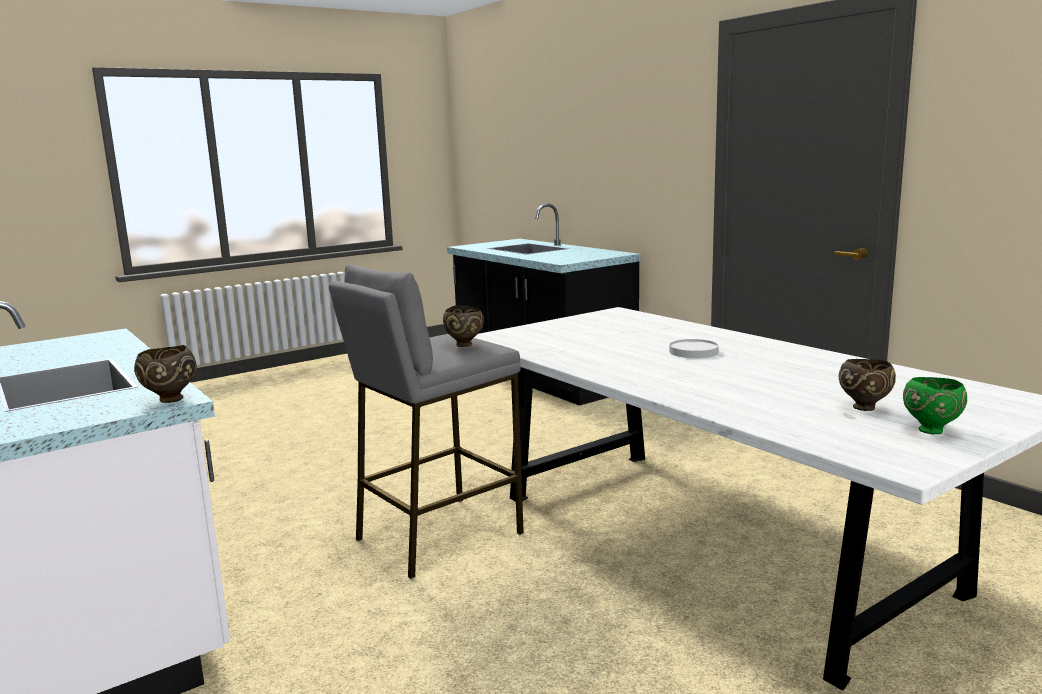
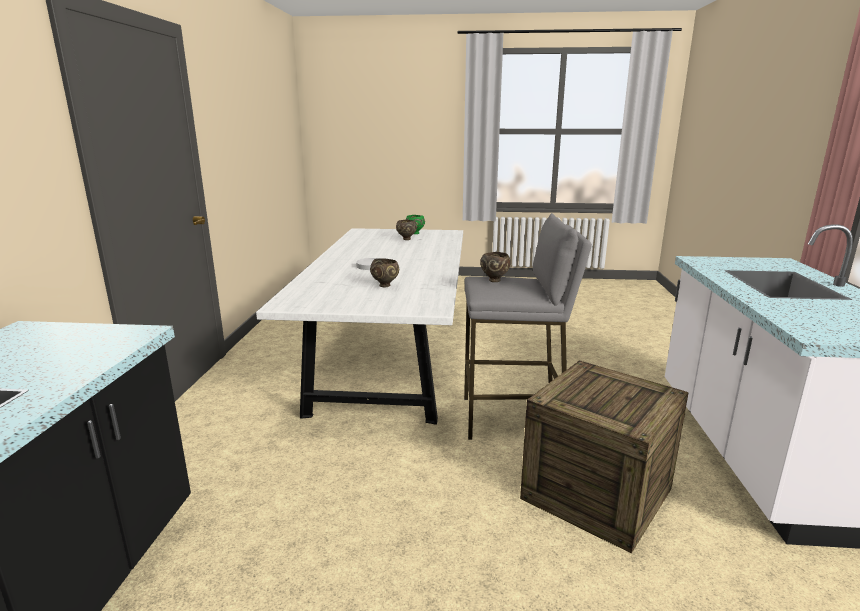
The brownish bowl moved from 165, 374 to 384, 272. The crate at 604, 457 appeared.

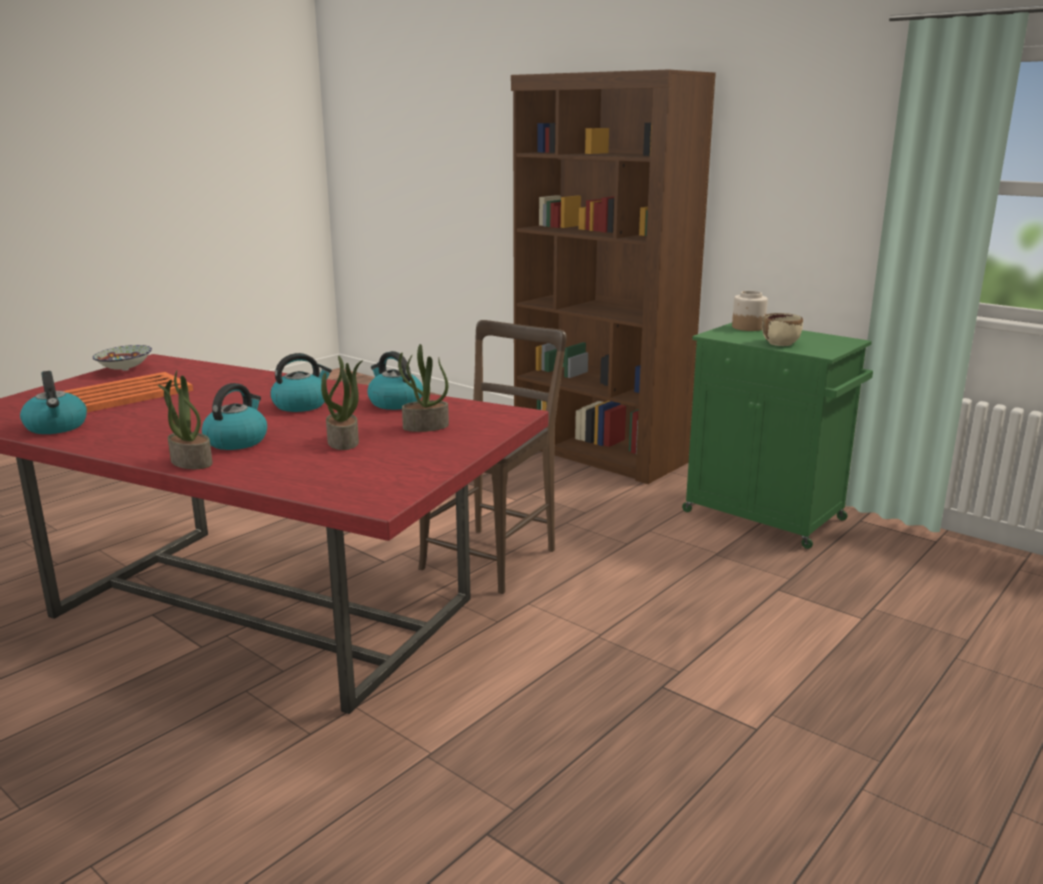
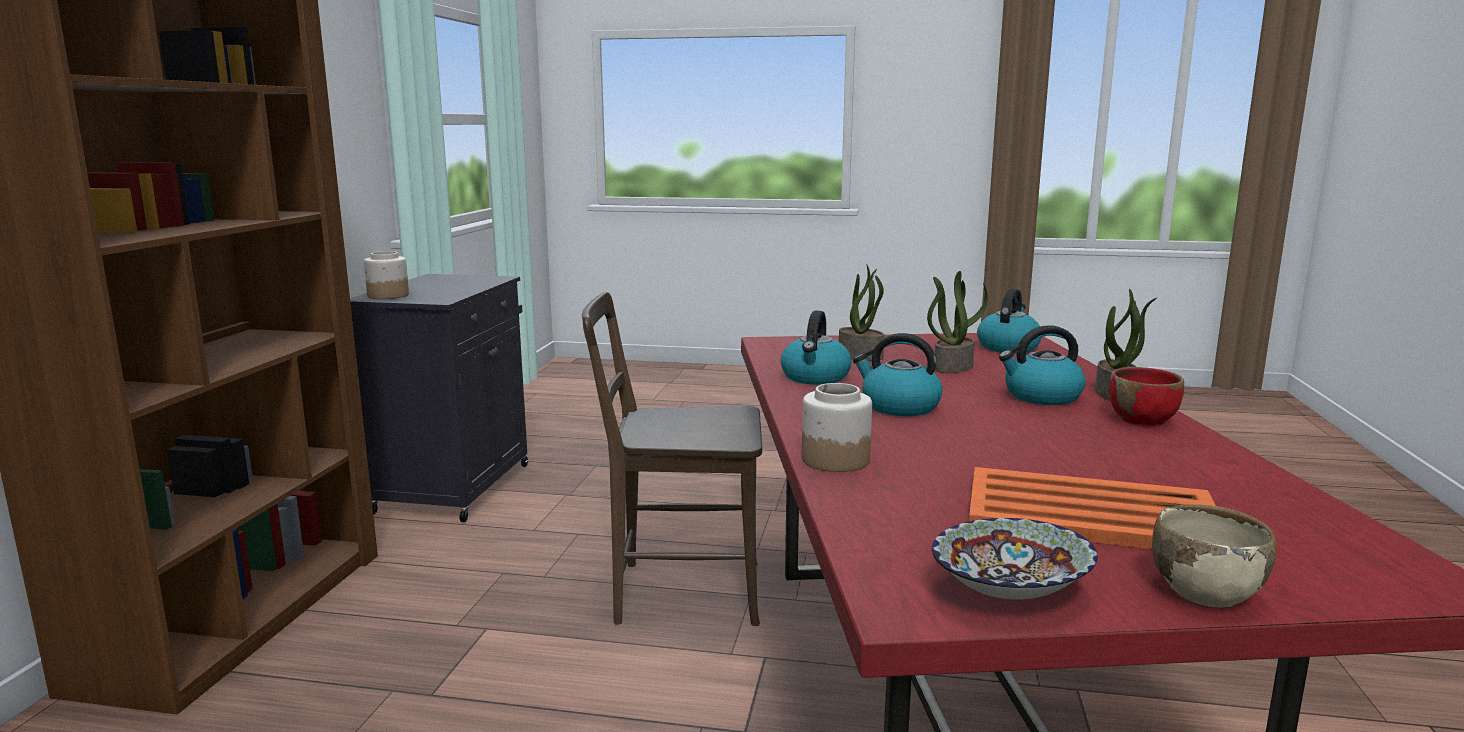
The beige-coloured bowl moved from 782, 329 to 1214, 555. The green cabinet at 777, 436 became the black-coloured cabinet at 439, 398. The tea kettle moved from 53, 402 to 1009, 320. The red-coloured bowl at 1146, 396 appeared. The preserve jar at 837, 427 appeared.

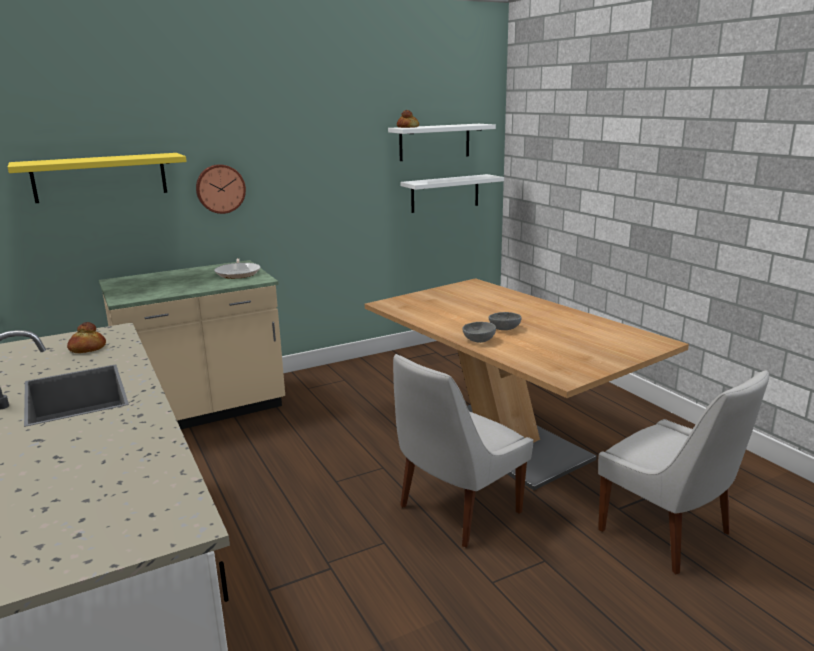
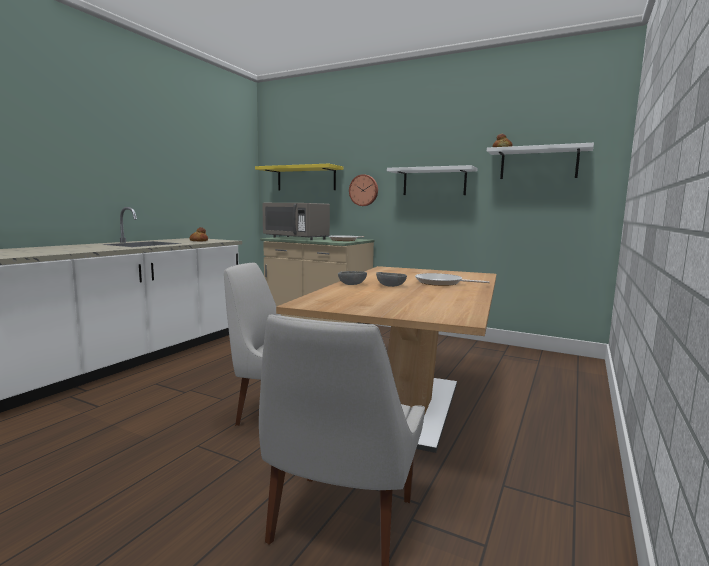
The white shelf moved from 452, 193 to 432, 180. The gray microwave at 296, 221 appeared. The pan at 452, 279 appeared.

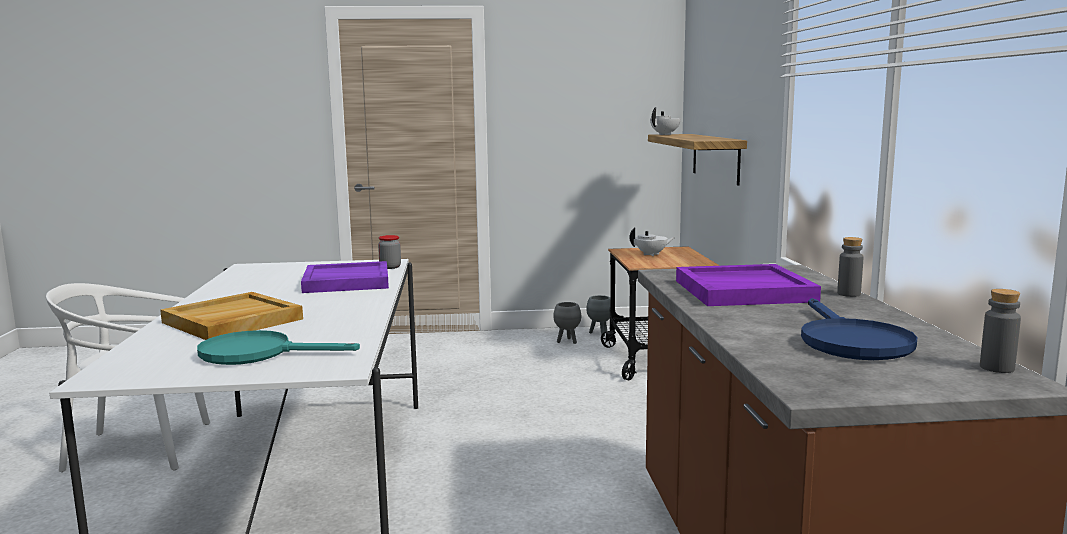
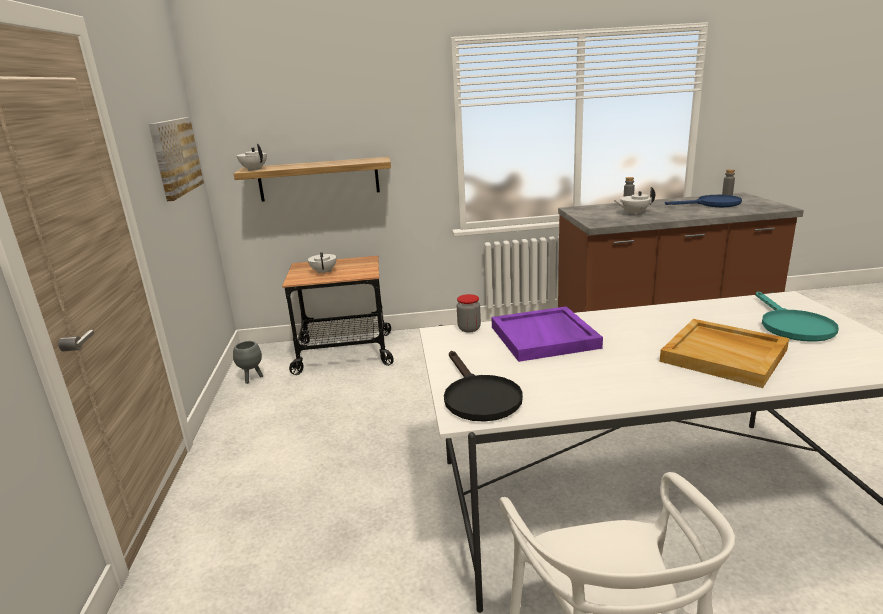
The purple carrying tray at 748, 285 was replaced by the white tea pot at 634, 201. The gray flower pot at 567, 323 disappeared. The wall art at 176, 159 appeared. The black-coloured pan at 483, 386 appeared.

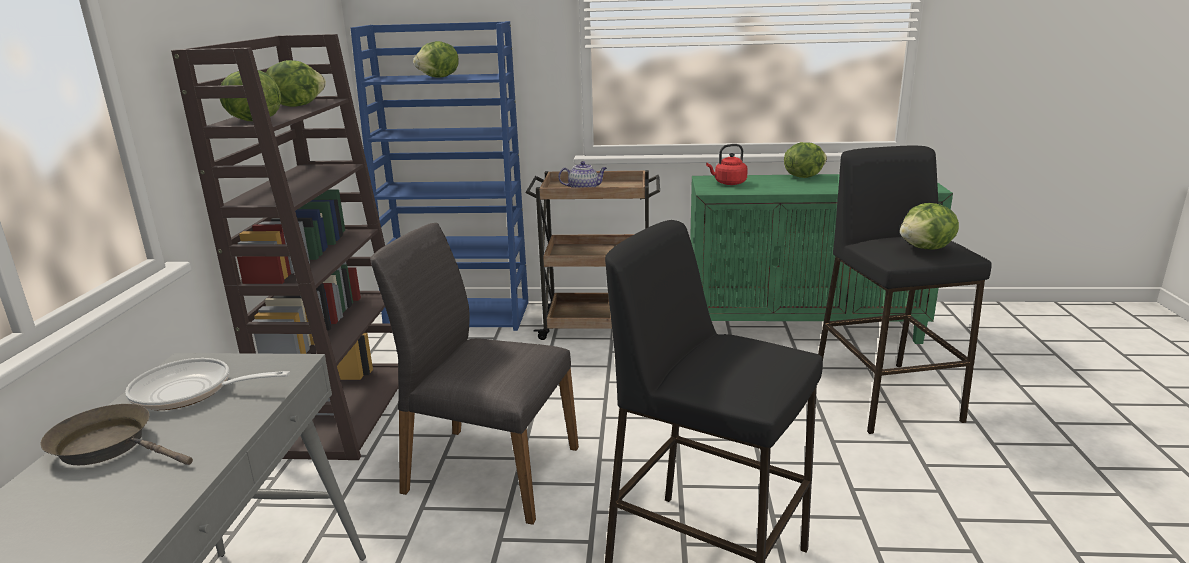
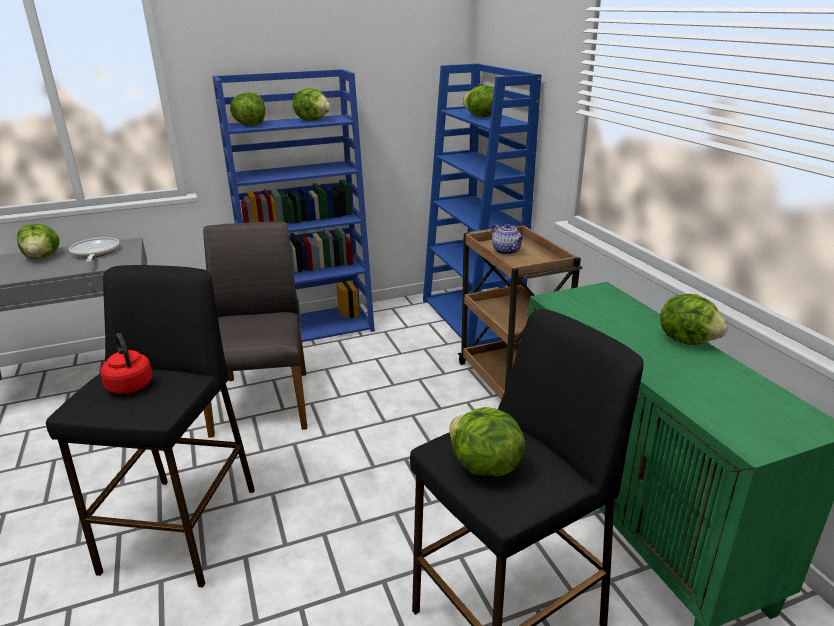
The brownish bookcase at 284, 247 became the blue-coloured bookcase at 293, 205. The red-coloured tea kettle moved from 727, 164 to 127, 363. The brownish pan at 117, 434 was replaced by the head of lettuce at 38, 241.

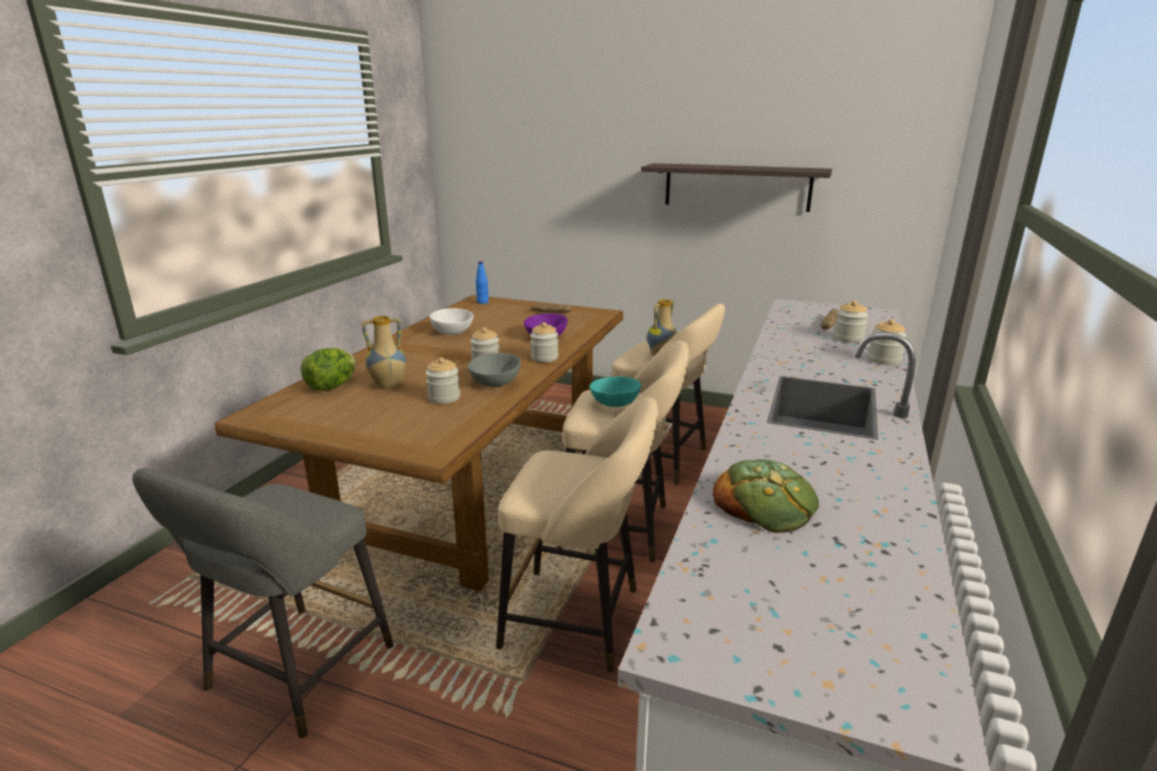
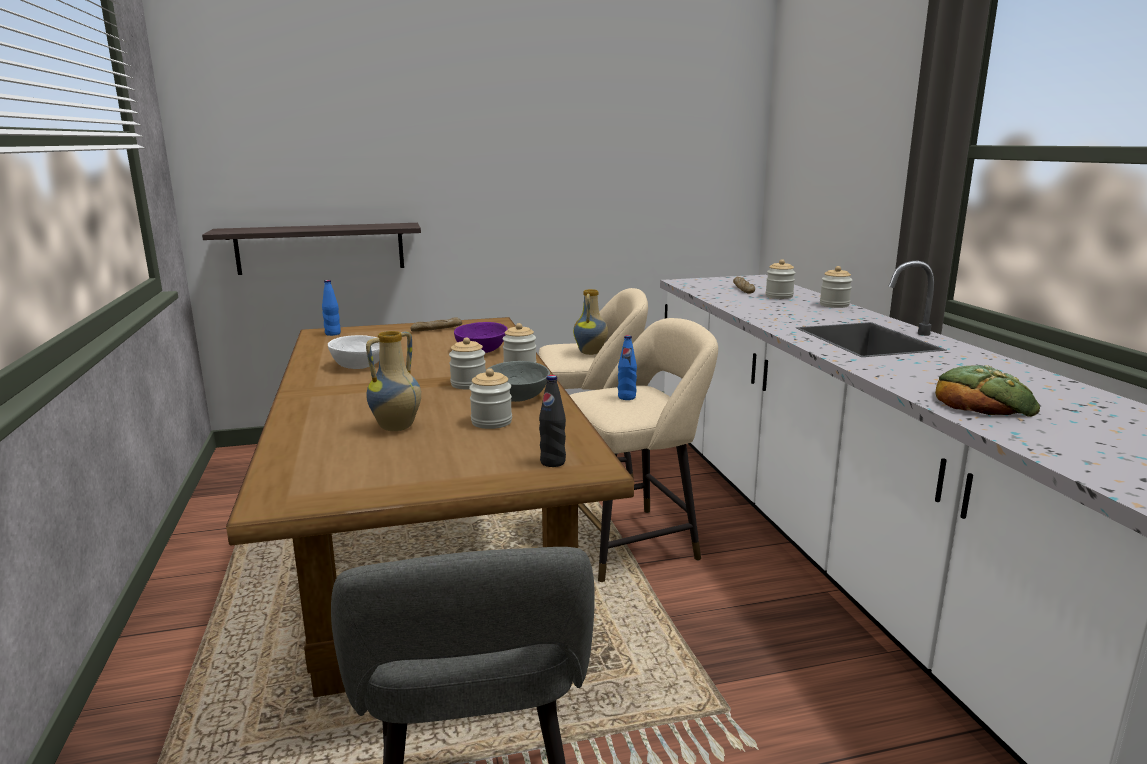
The shelf moved from 736, 187 to 311, 249. The head of lettuce at 329, 369 disappeared. The blue-green bowl at 615, 391 was replaced by the blue-coloured drink bottle at 627, 367. The beige-coloured stool seat at 577, 535 disappeared. The black-coloured drink bottle at 552, 421 appeared.

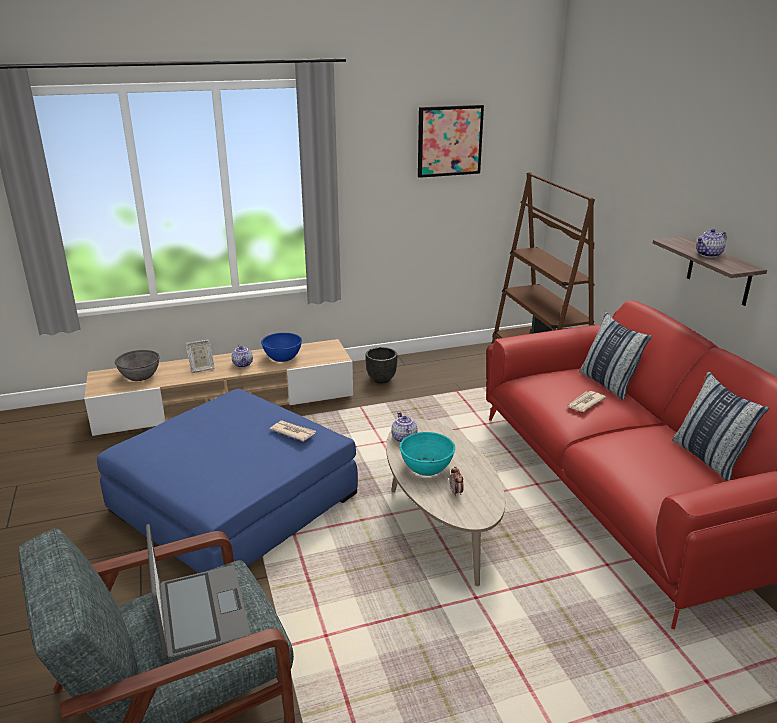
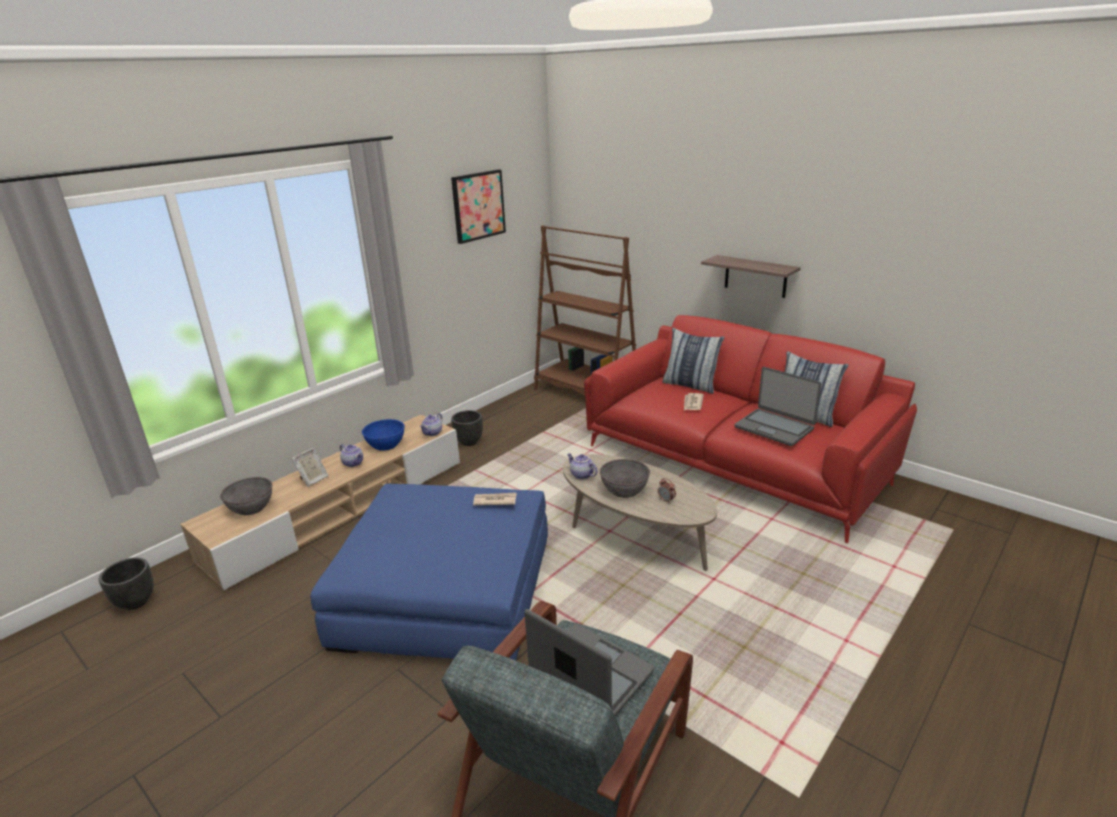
The tea pot moved from 711, 243 to 431, 424. The blue-green bowl at 427, 454 became the gray bowl at 625, 478. The notebook computer at 777, 406 appeared. The black-coloured flower pot at 126, 583 appeared.

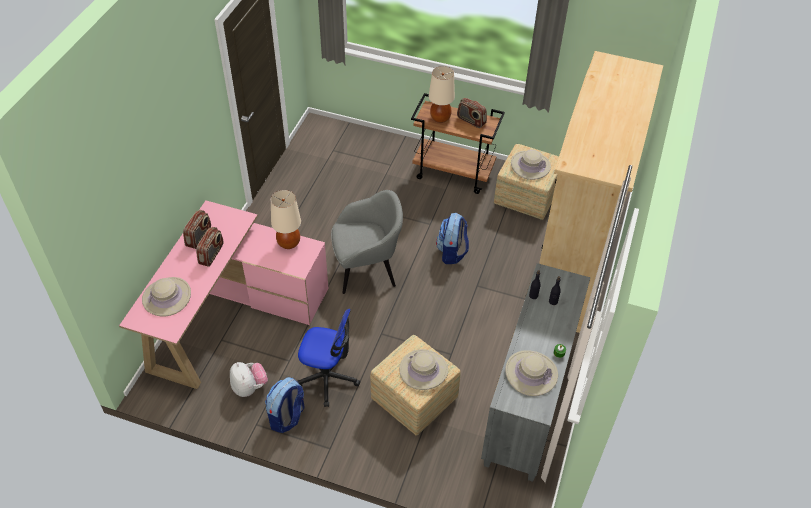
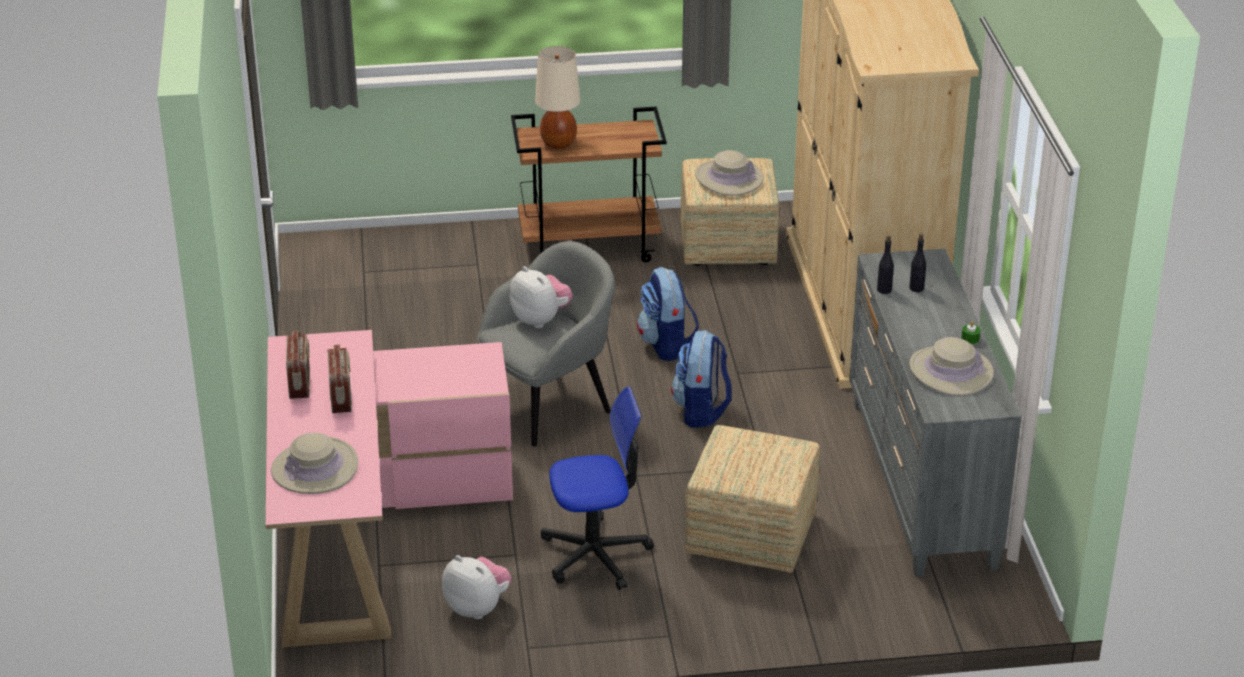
The radio receiver at 472, 113 disappeared. The beige-coloured lamp for a table at 286, 219 disappeared. The beige-coloured hat at 423, 369 disappeared. The knapsack moved from 284, 405 to 701, 379. The cuddly toy at 541, 297 appeared.

